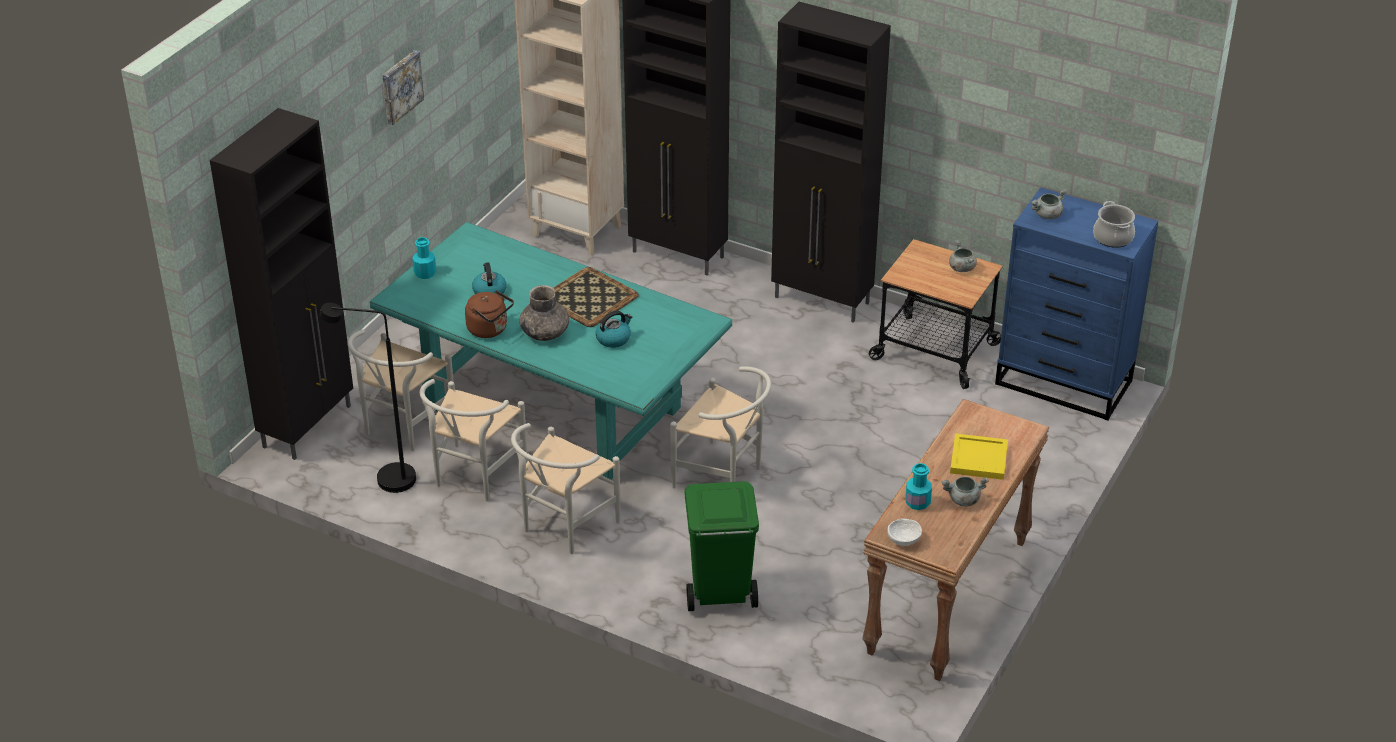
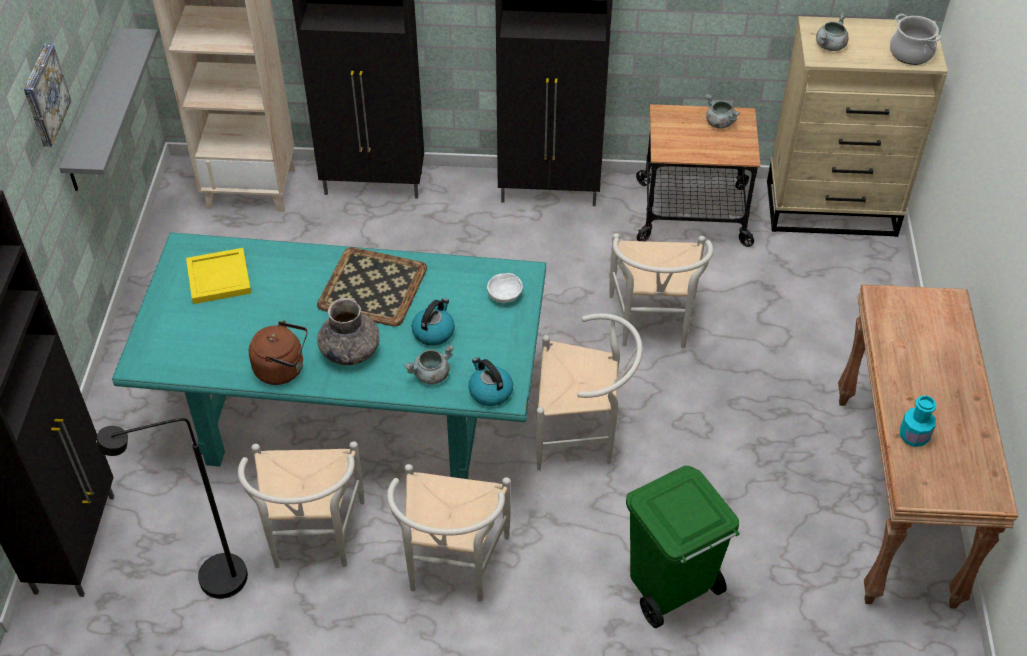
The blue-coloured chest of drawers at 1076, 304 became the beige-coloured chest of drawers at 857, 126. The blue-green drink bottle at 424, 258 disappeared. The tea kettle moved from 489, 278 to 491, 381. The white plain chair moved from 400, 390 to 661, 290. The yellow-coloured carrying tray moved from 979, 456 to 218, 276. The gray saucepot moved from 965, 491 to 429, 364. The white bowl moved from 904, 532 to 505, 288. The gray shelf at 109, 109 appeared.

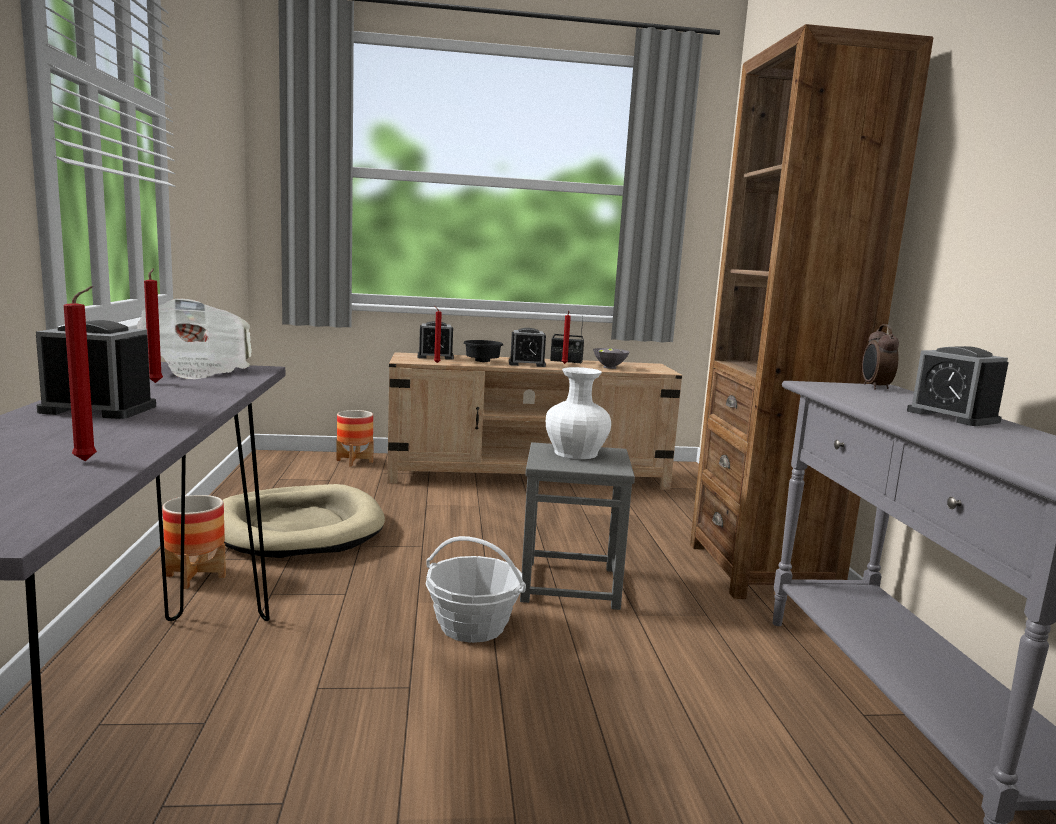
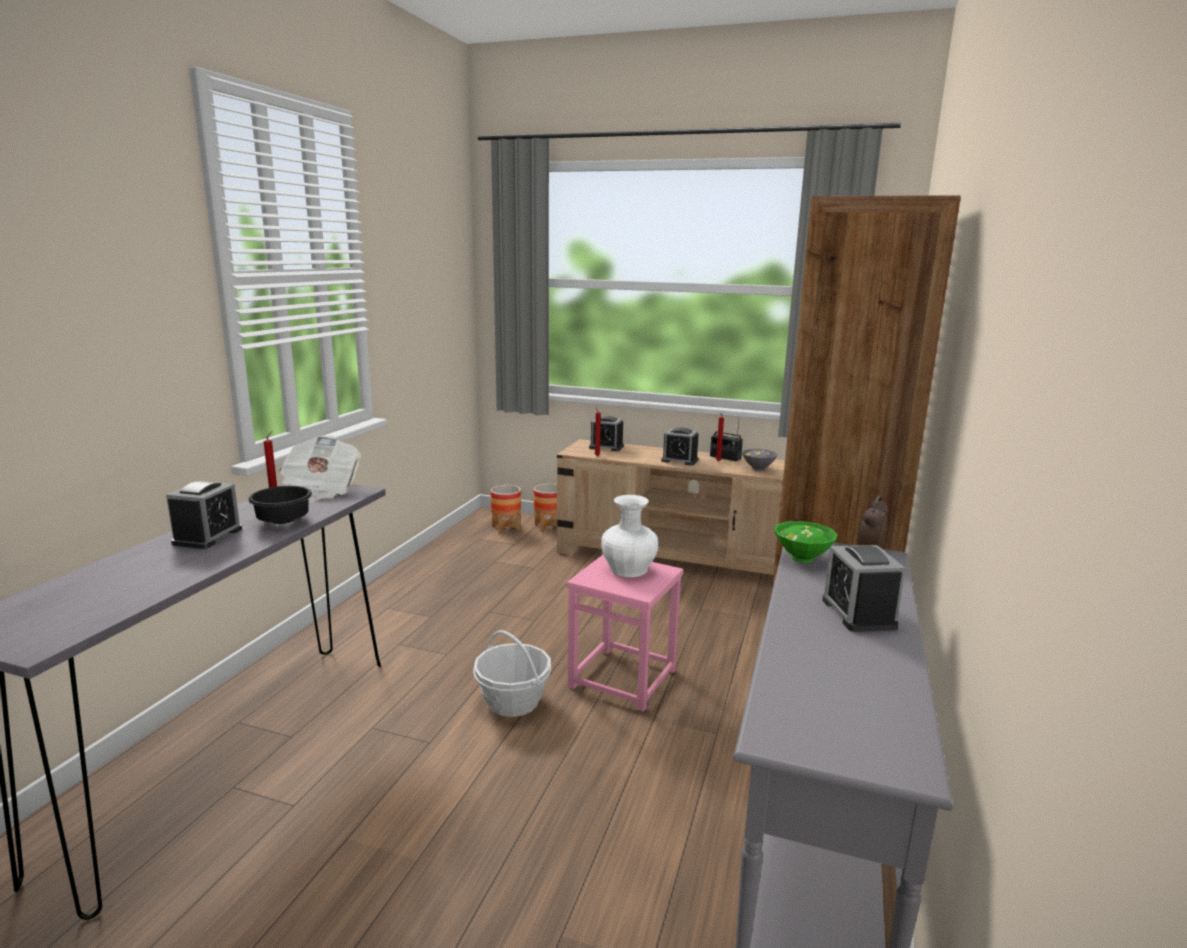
The red-coloured wax light at 80, 373 disappeared. The bedside clock at 96, 369 turned 75 degrees clockwise. The black-coloured bowl moved from 483, 351 to 280, 505. The gray stool seat at 577, 526 became the pinkish stool seat at 624, 633. The beige-coloured dog bed at 304, 521 disappeared. The flower pot moved from 194, 542 to 506, 509. The green bowl at 806, 542 appeared.

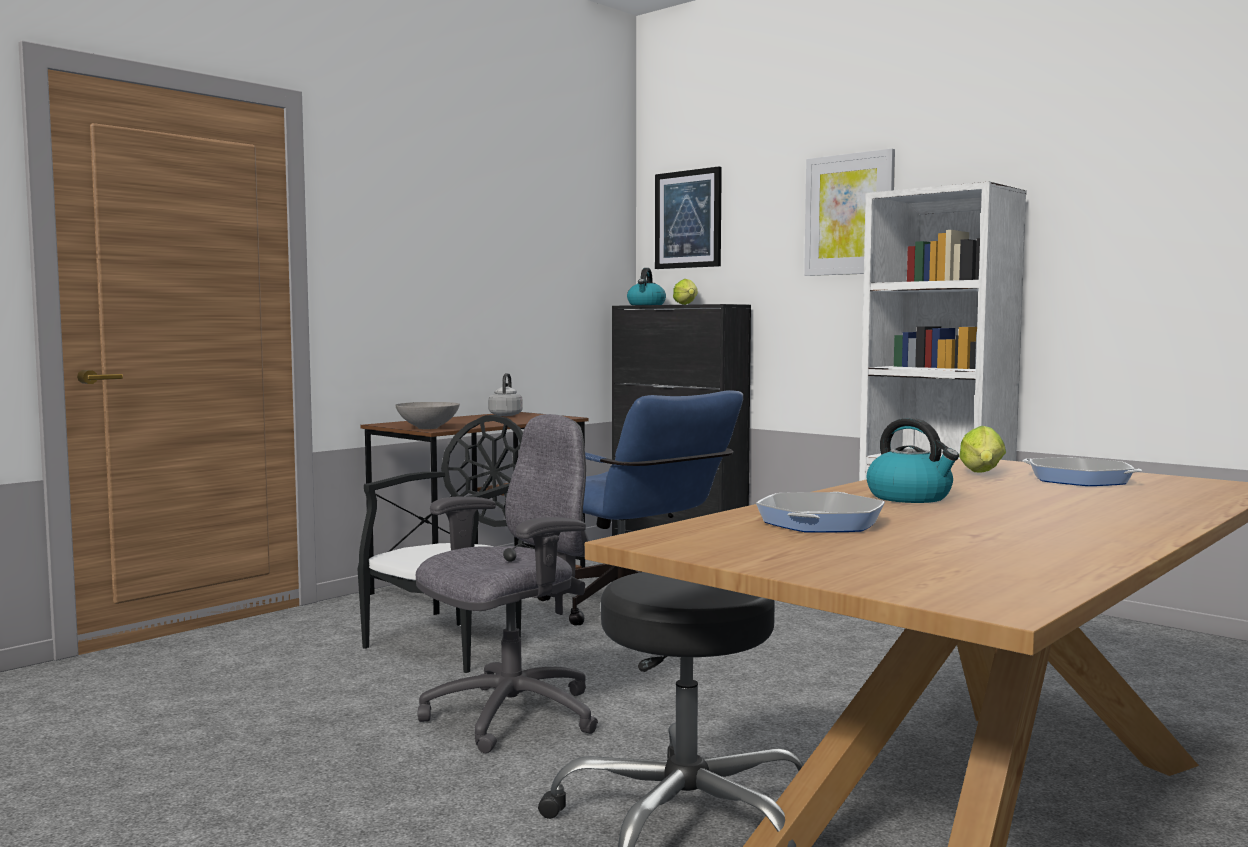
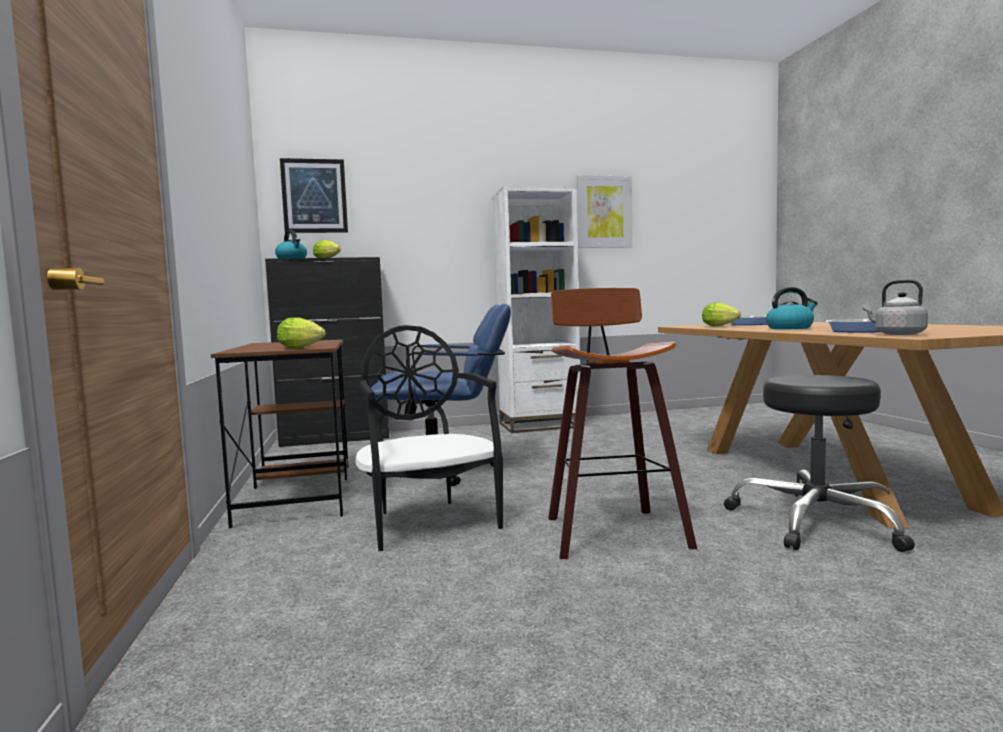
The wall art moved from 849, 212 to 605, 211. The gray tea kettle moved from 505, 394 to 895, 307. The gray bowl at 427, 415 was replaced by the head of lettuce at 301, 332. The gray desk chair at 507, 583 was replaced by the stool seat at 622, 423.

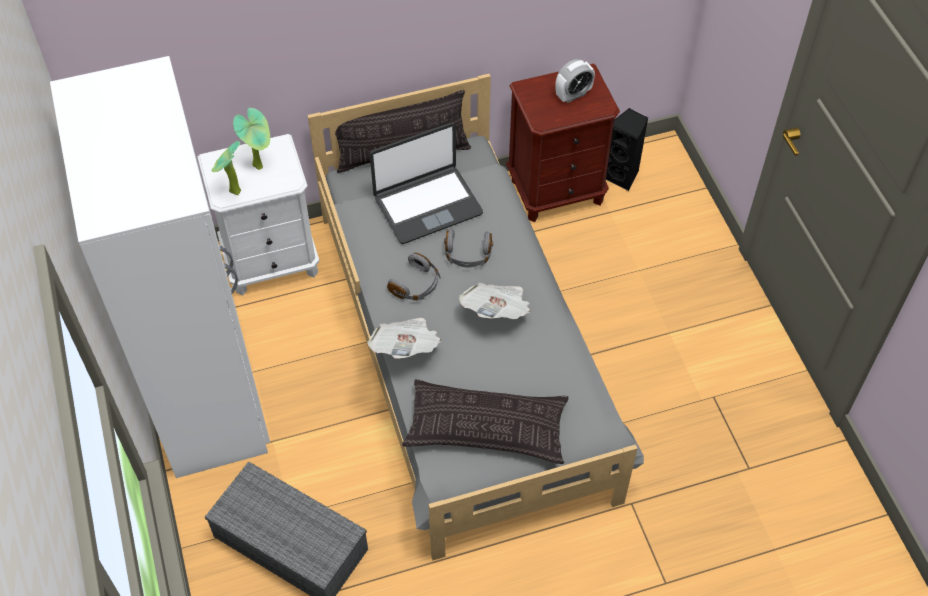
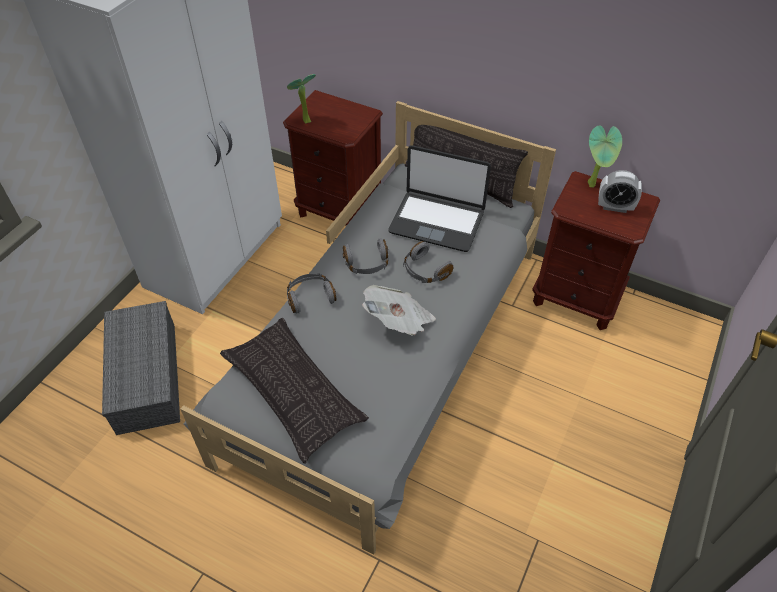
The houseplant moved from 251, 139 to 605, 157. The black-coloured loudspeaker at 627, 149 disappeared. The white night table at 258, 215 became the brownish night table at 333, 158. The printed paper at 404, 338 was replaced by the gray headset at 311, 293.

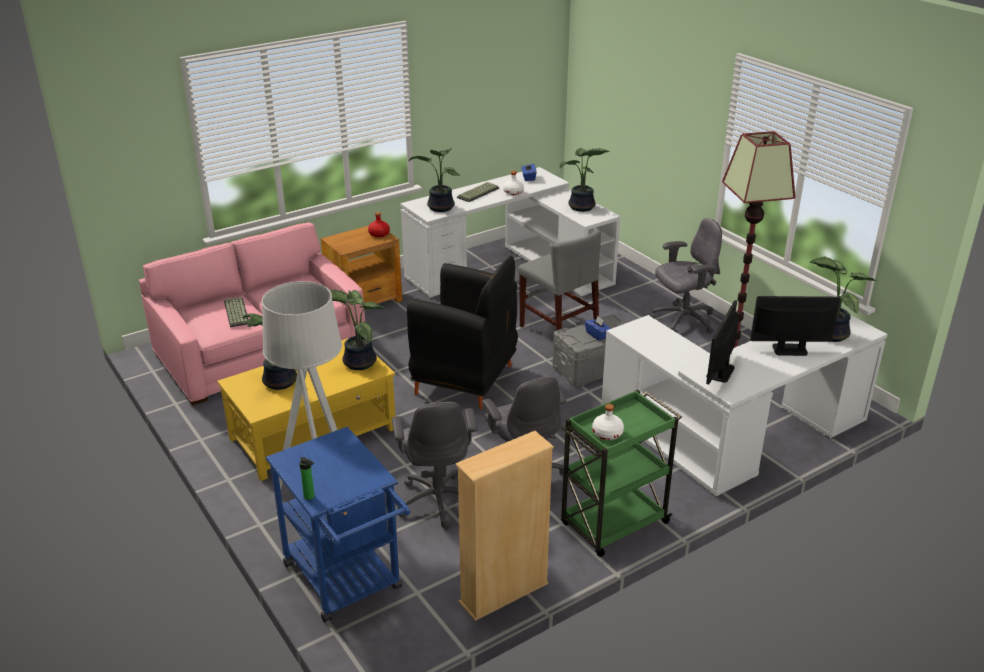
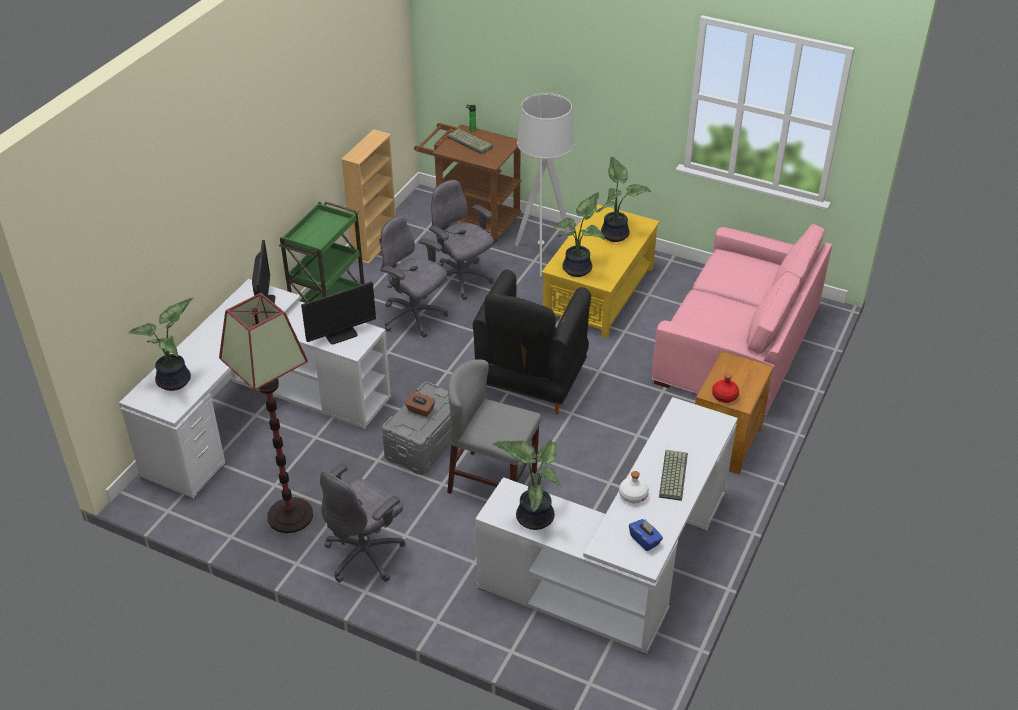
The houseplant at 434, 180 disappeared. The black-coloured armchair at 462, 332 turned 60 degrees counterclockwise. The computer screen moved from 795, 326 to 338, 313. The keyboard moved from 236, 312 to 470, 141. The blue-coloured tissue box at 597, 328 became the brownish tissue box at 420, 404. The white drink bottle at 608, 422 disappeared. The blue-coloured cart at 337, 524 became the brownish cart at 468, 183.

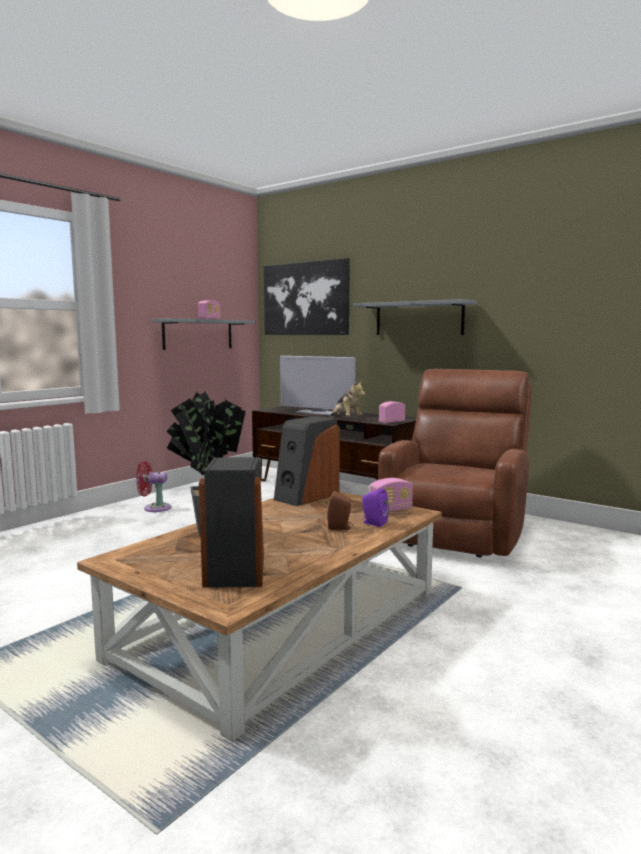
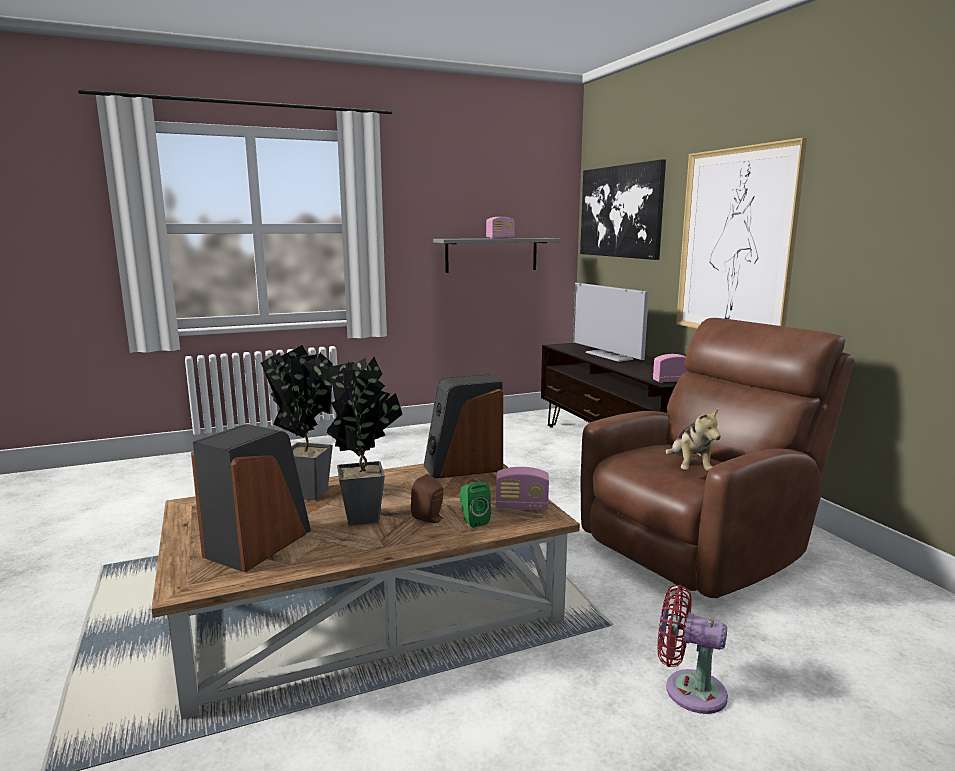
The gray shelf at 415, 317 was replaced by the wall art at 741, 233. The cuddly toy moved from 347, 398 to 693, 439. The red-coloured fan moved from 153, 486 to 692, 649. The purple loudspeaker at 375, 507 became the green loudspeaker at 475, 505. The houseplant at 364, 441 appeared.

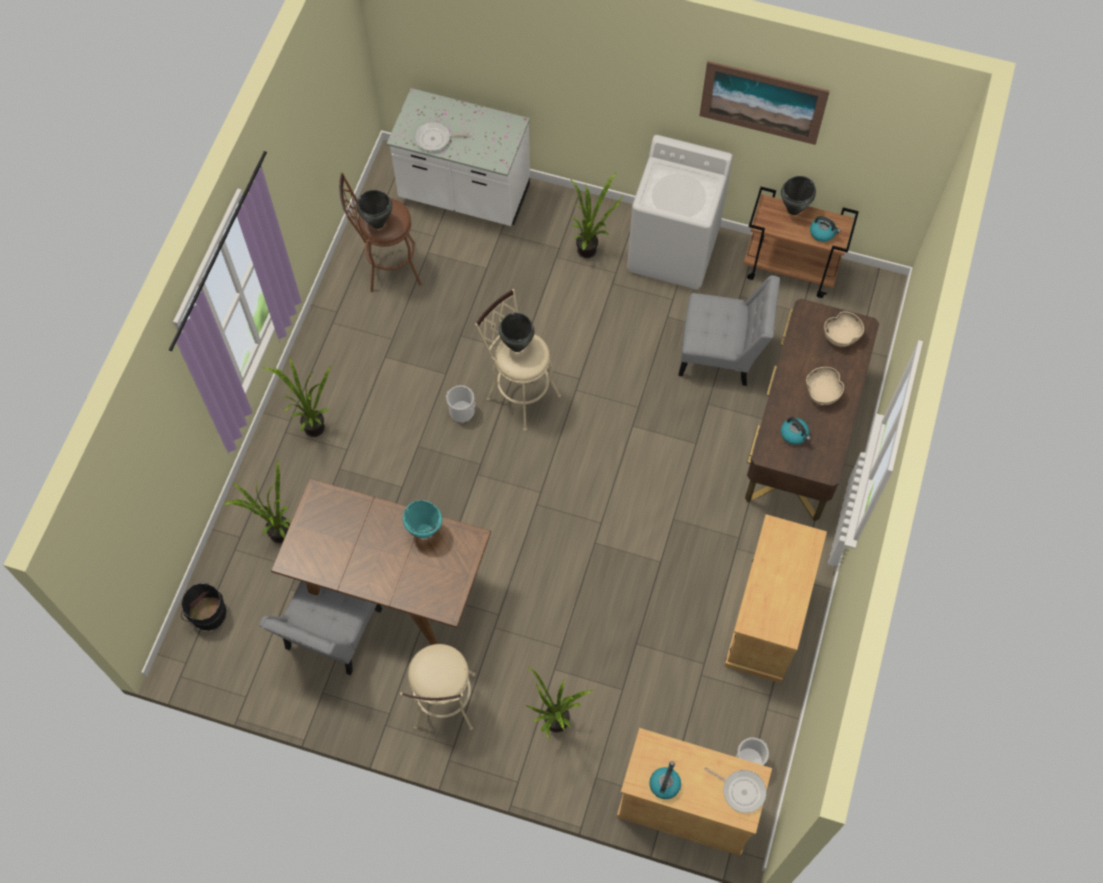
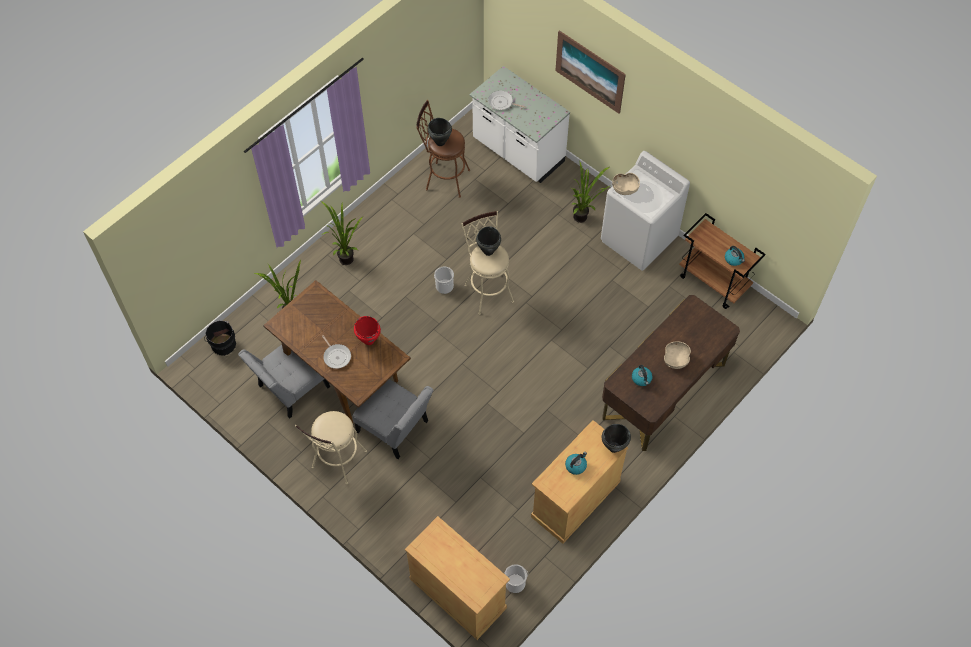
The wall art moved from 764, 103 to 590, 72. The black-coloured saucepot moved from 798, 195 to 616, 438. The gray plain chair moved from 729, 330 to 393, 419. The beige-coloured bowl moved from 844, 329 to 626, 184. The blue-green saucepot at 422, 519 became the red-coloured saucepot at 367, 330. The houseplant at 559, 702 disappeared. The tea kettle moved from 665, 780 to 576, 463. The pan moved from 735, 790 to 336, 352.

